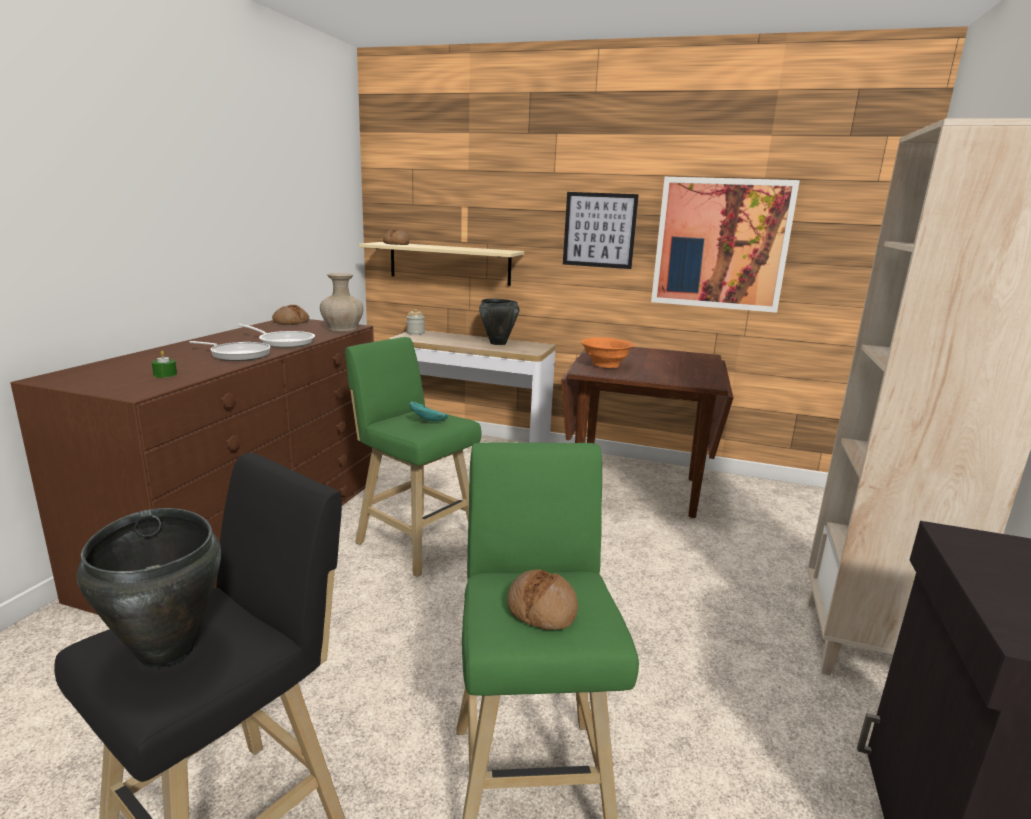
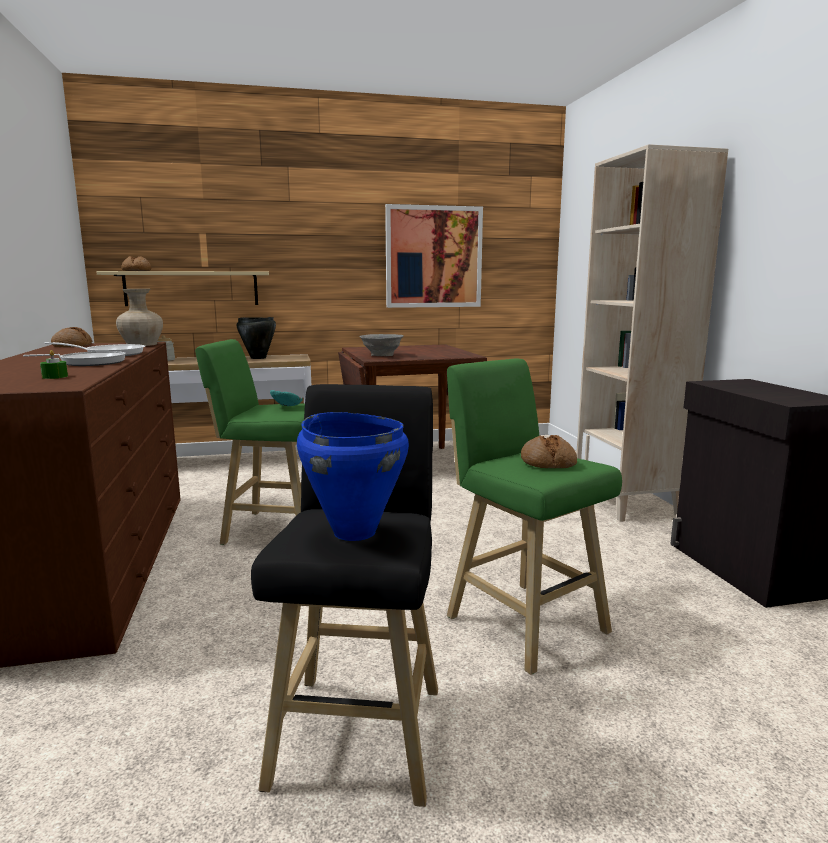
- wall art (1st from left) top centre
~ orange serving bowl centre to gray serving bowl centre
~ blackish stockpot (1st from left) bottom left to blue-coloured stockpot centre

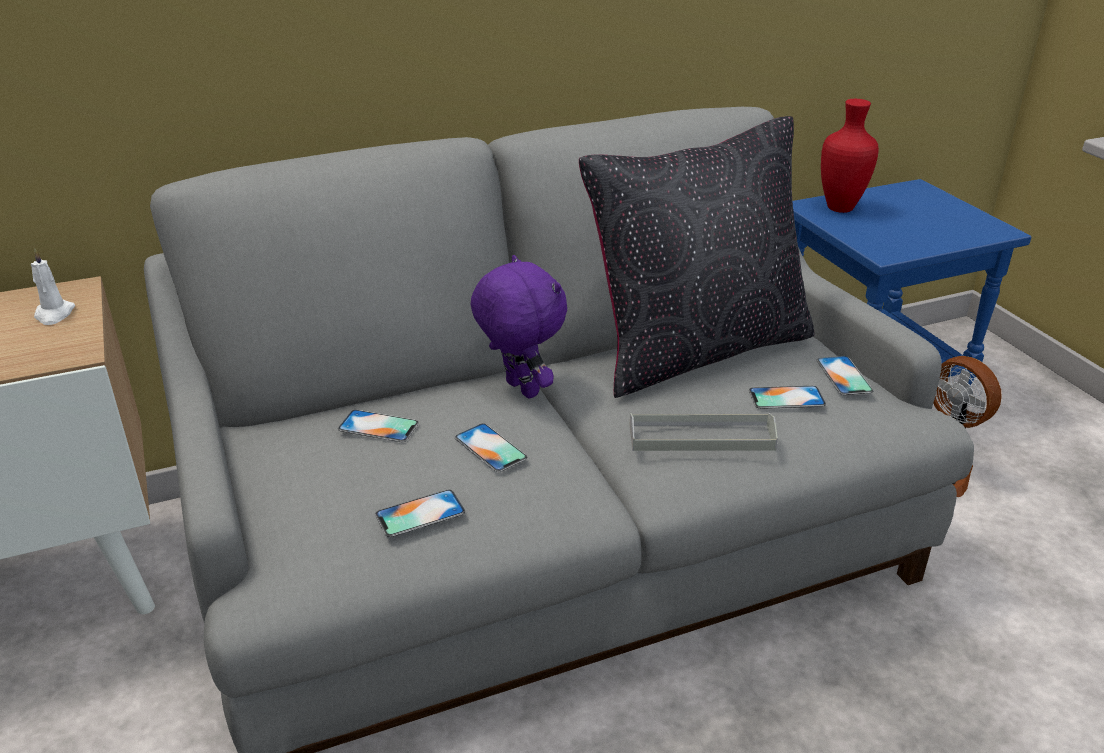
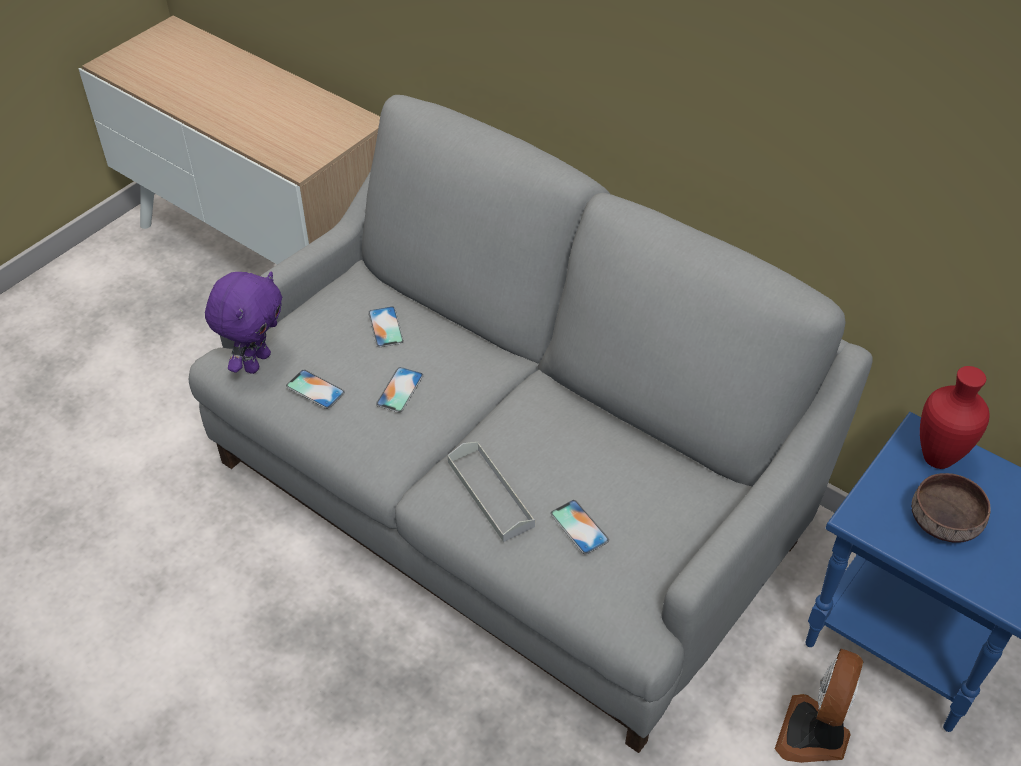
- blackish cushion centre
- white-coloured wax candle middle left
~ purple cuddly toy centre to middle left
- phone (5th from left) middle right
+ brown serving bowl middle right

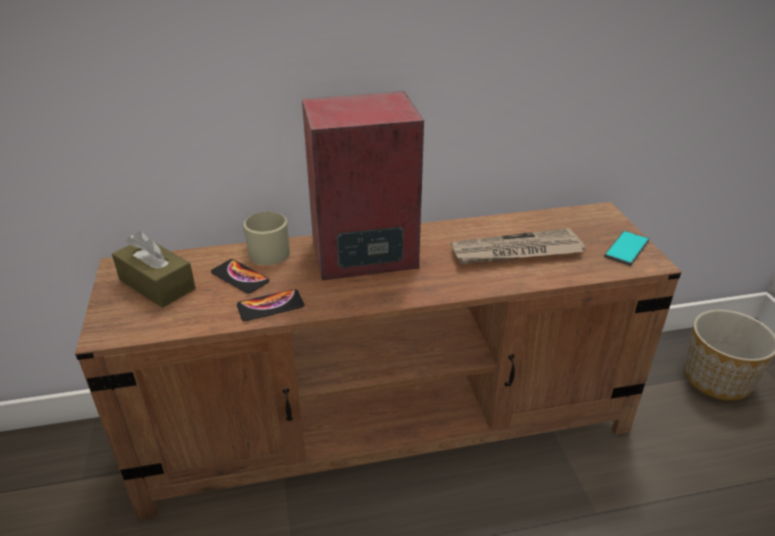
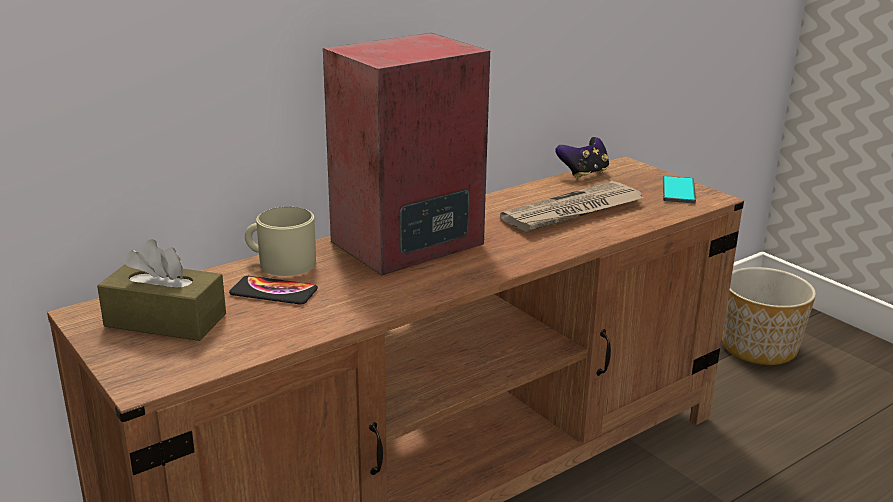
- phone (2nd from left) centre
+ joypad top centre

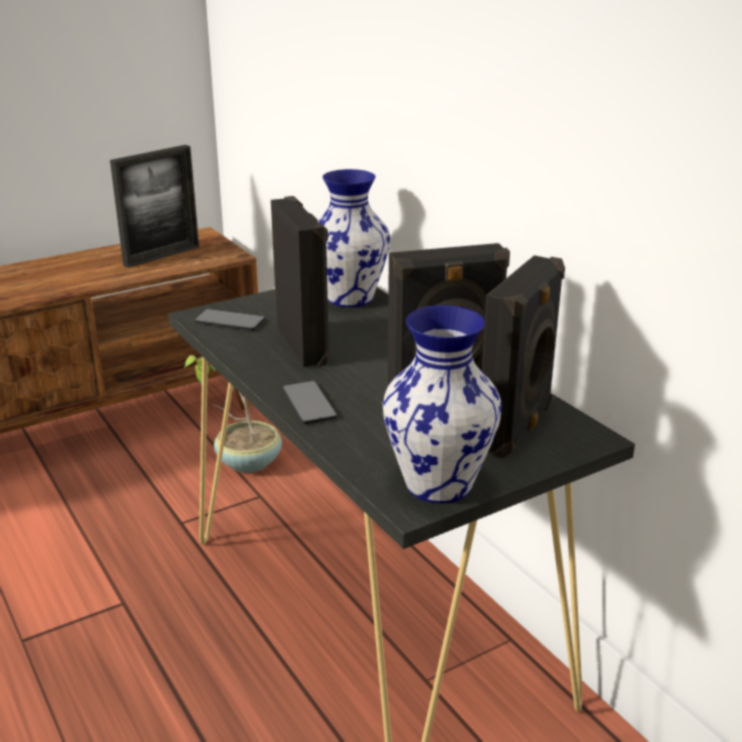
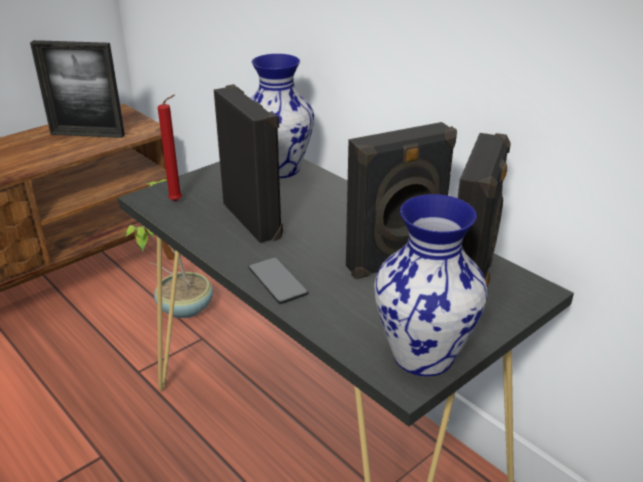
~ photo frame top left = top left 60 degrees clockwise
~ phone (1st from left) middle left to reddish wax candle top left

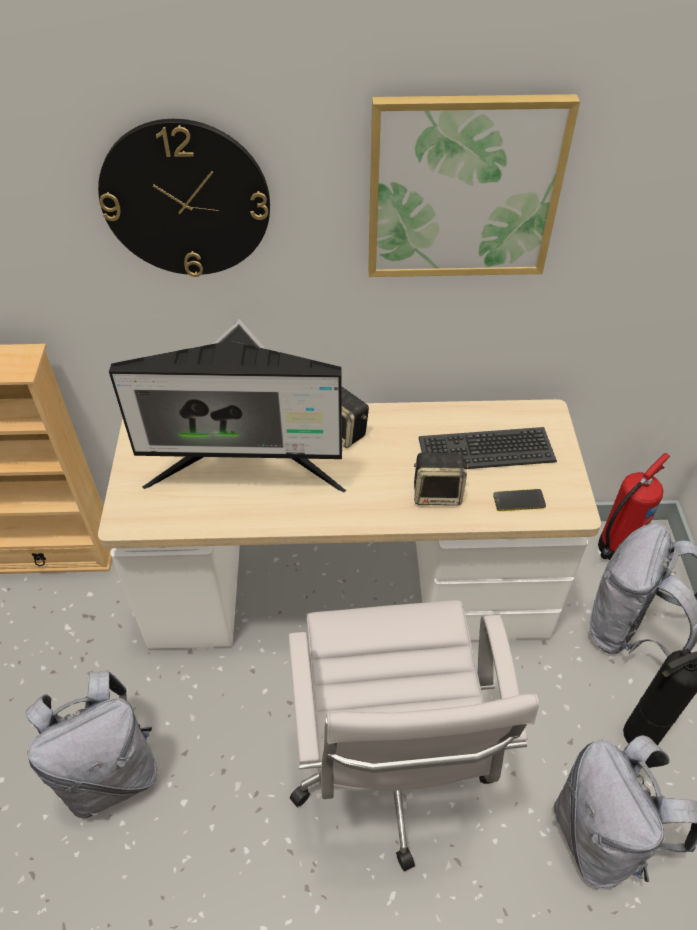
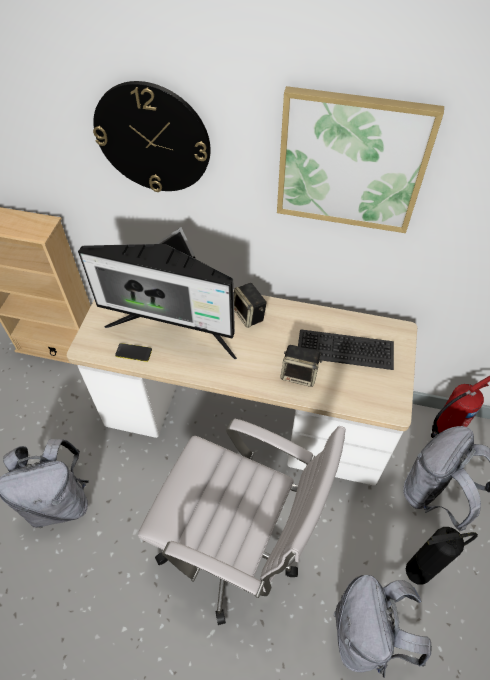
~ phone middle right to middle left
~ white-coloured desk chair bottom centre = bottom centre 75 degrees counterclockwise

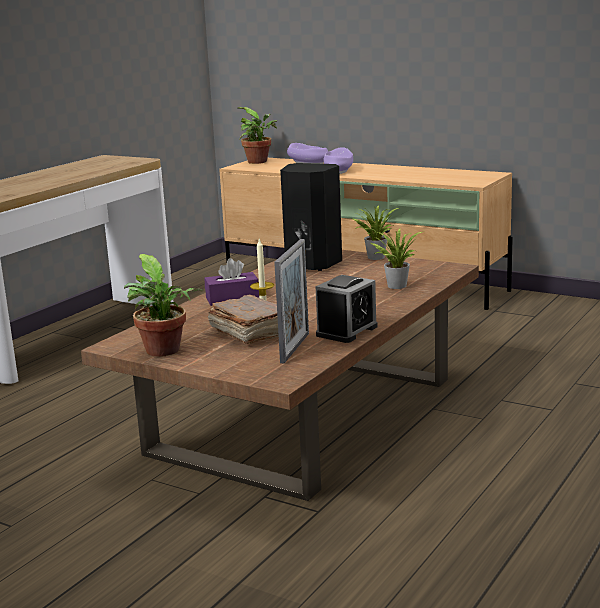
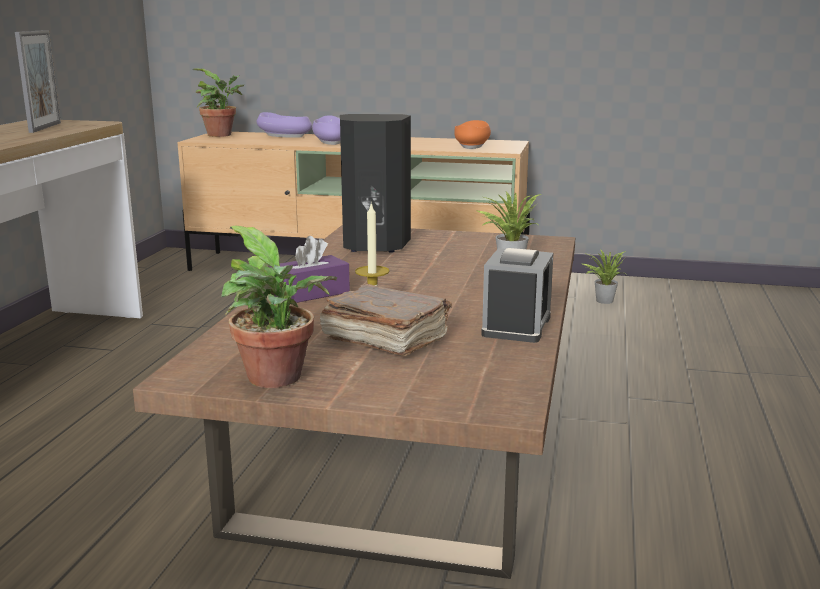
~ potted plant (3rd from left in the first image) centre to potted plant (4th from left) middle right
~ photo frame centre to top left
+ orange serving bowl top centre

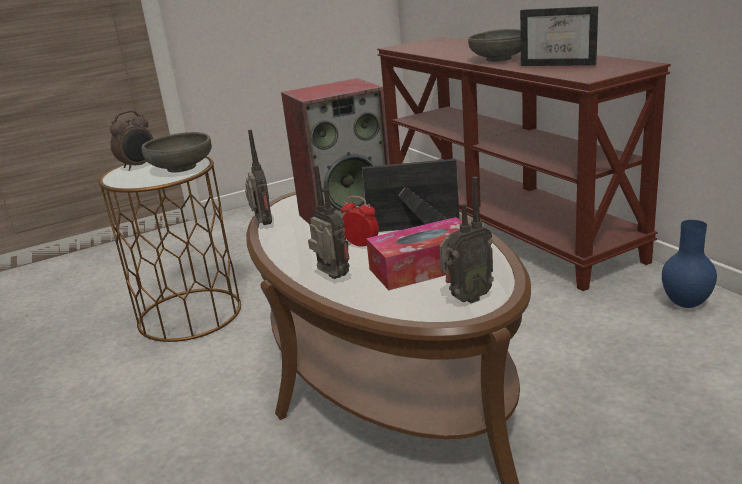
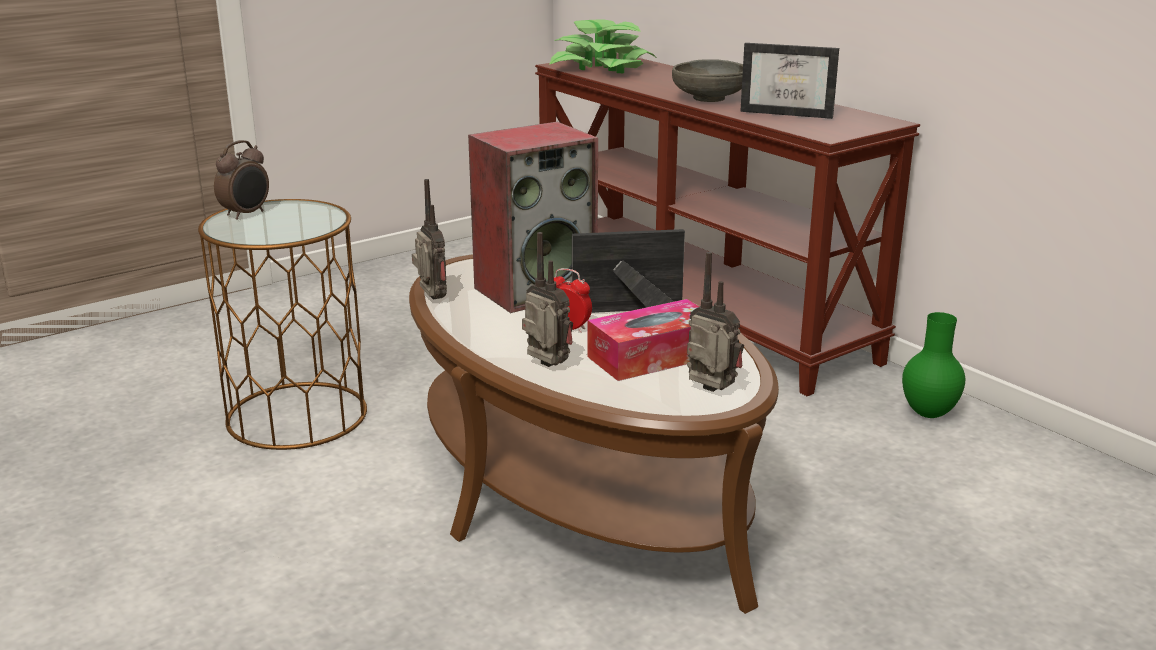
- gray serving bowl (1st from left) top left
~ radio set (3rd from left) centre = centre 105 degrees counterclockwise
~ blue-coloured flower vase middle right to green-coloured flower vase middle right
+ potted plant top centre

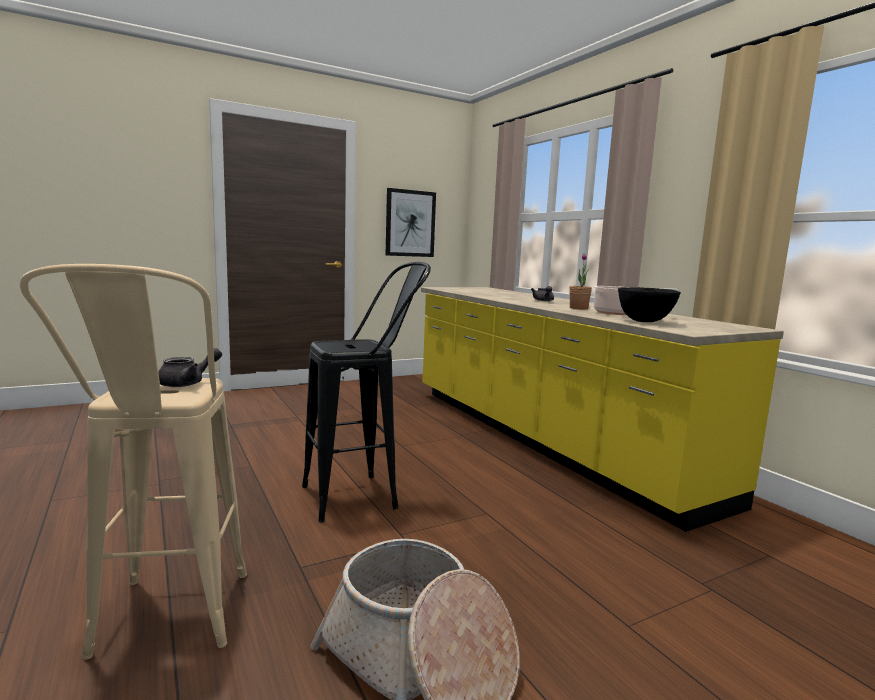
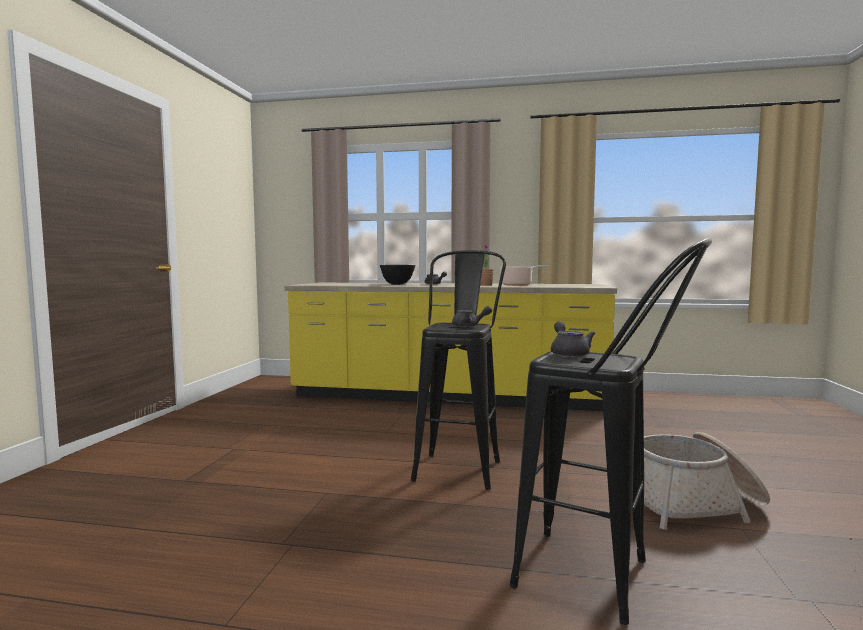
- wall art top centre
~ beige-coloured stool middle left to blackish stool (2nd from left) bottom right
~ blackish serving bowl middle right to centre
+ gray pot for tea (2nd from left) centre

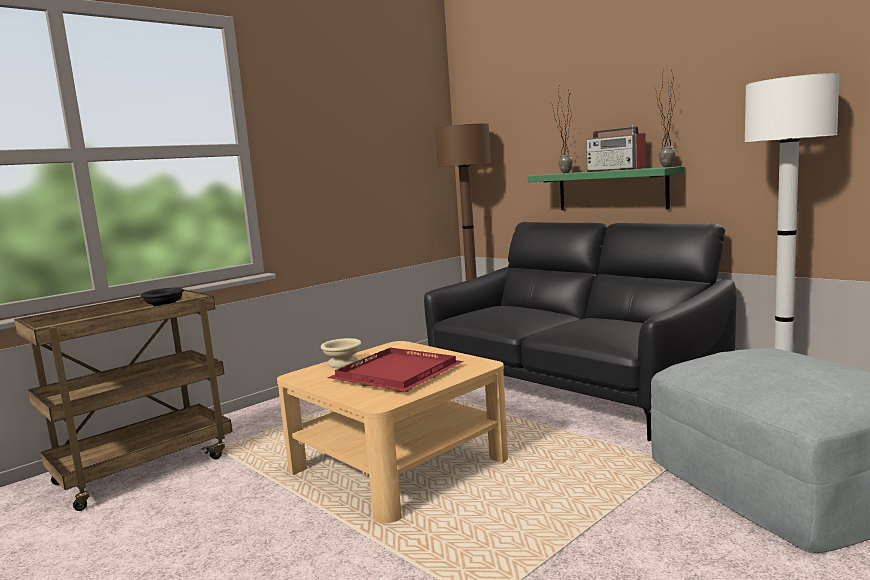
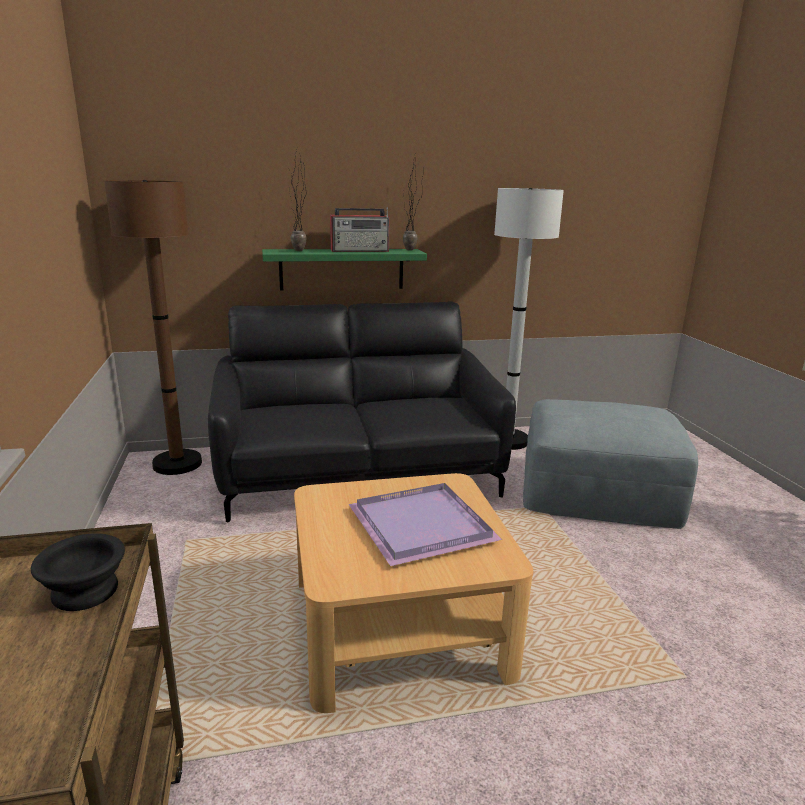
- beige-coloured serving bowl centre
~ reddish tray centre to purple tray centre

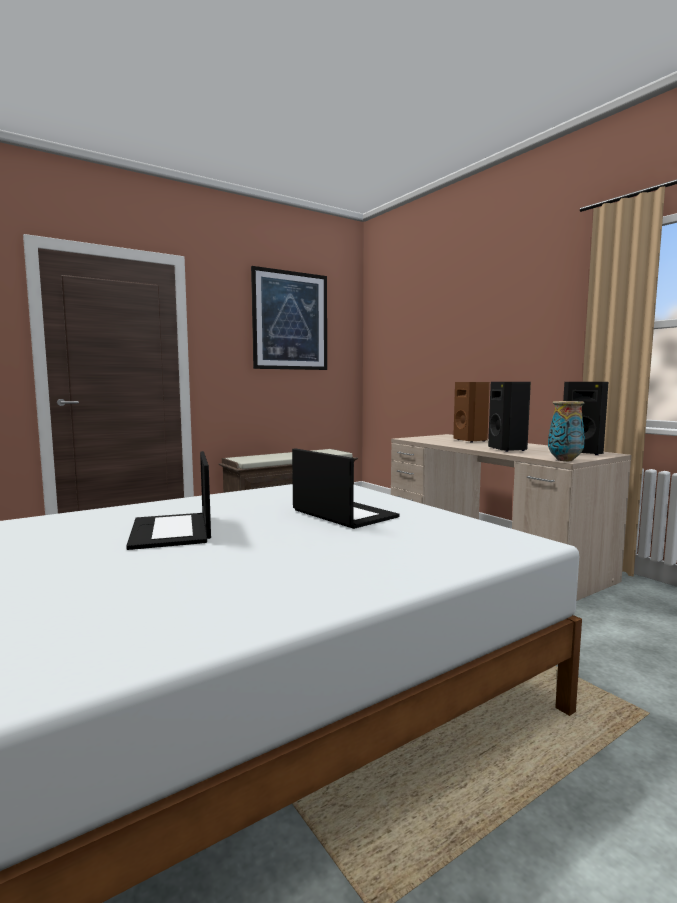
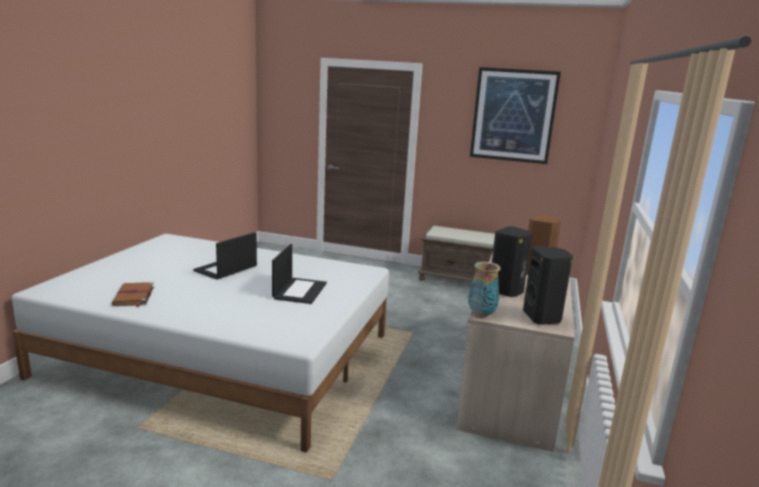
+ brown volume middle left

